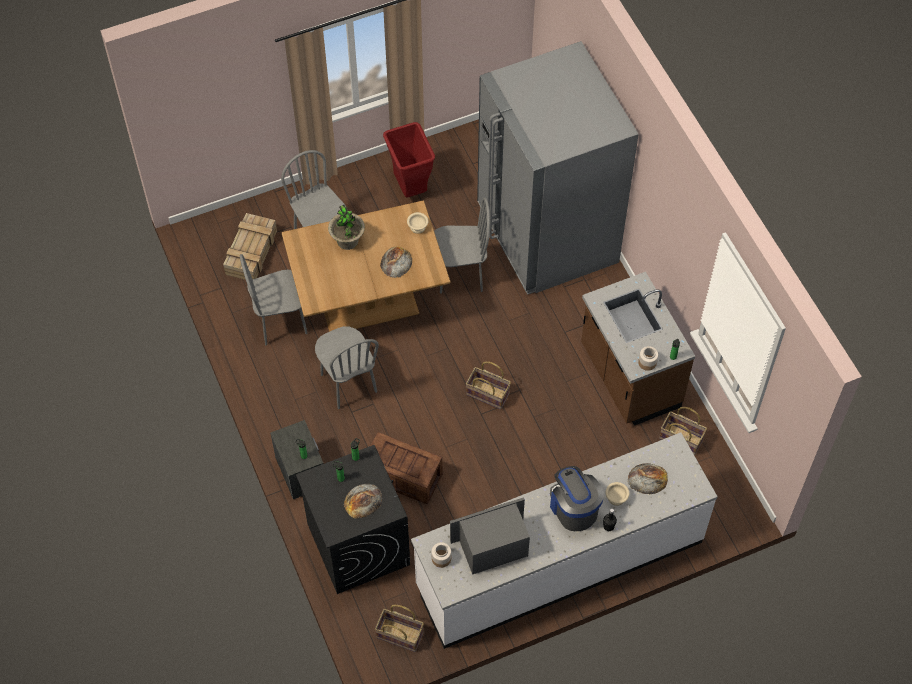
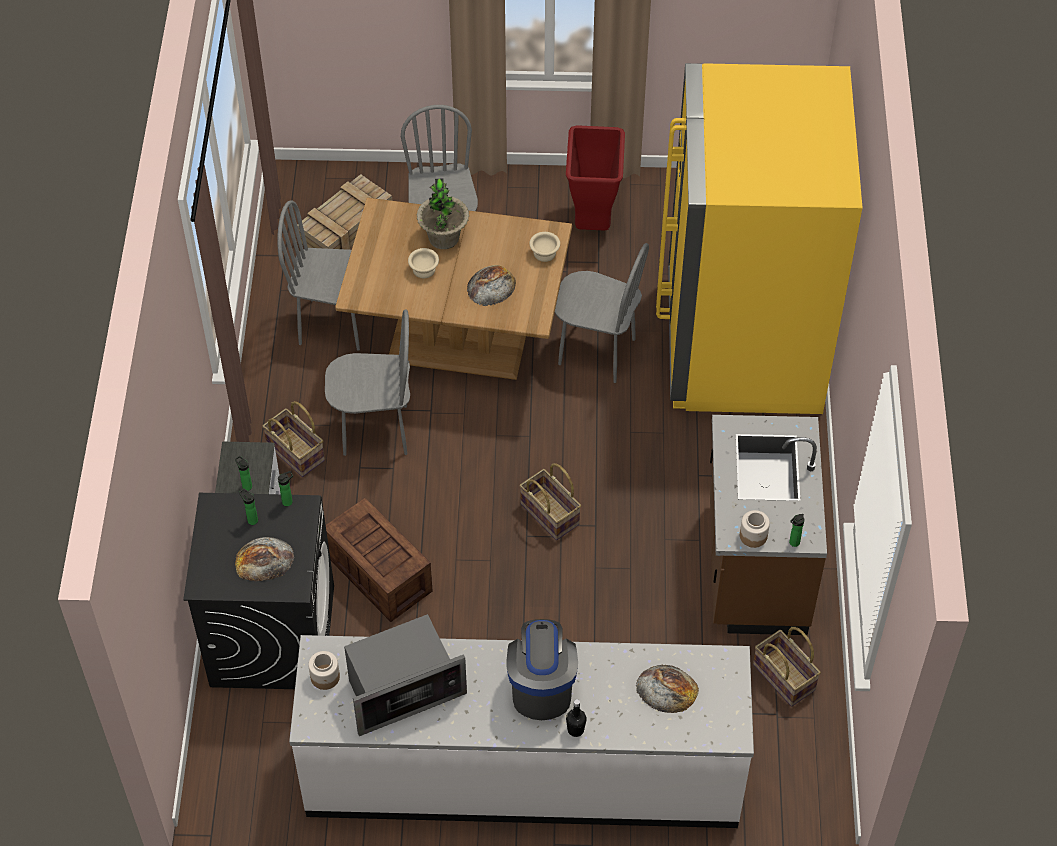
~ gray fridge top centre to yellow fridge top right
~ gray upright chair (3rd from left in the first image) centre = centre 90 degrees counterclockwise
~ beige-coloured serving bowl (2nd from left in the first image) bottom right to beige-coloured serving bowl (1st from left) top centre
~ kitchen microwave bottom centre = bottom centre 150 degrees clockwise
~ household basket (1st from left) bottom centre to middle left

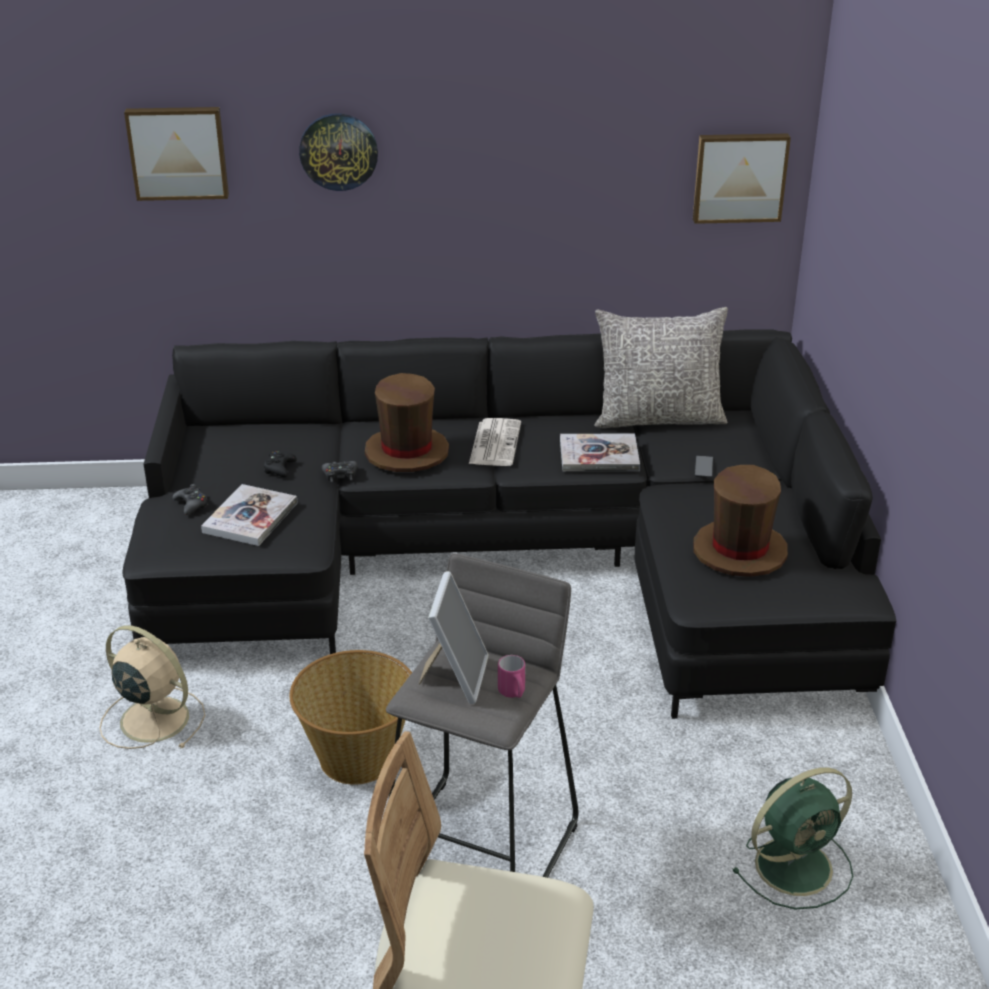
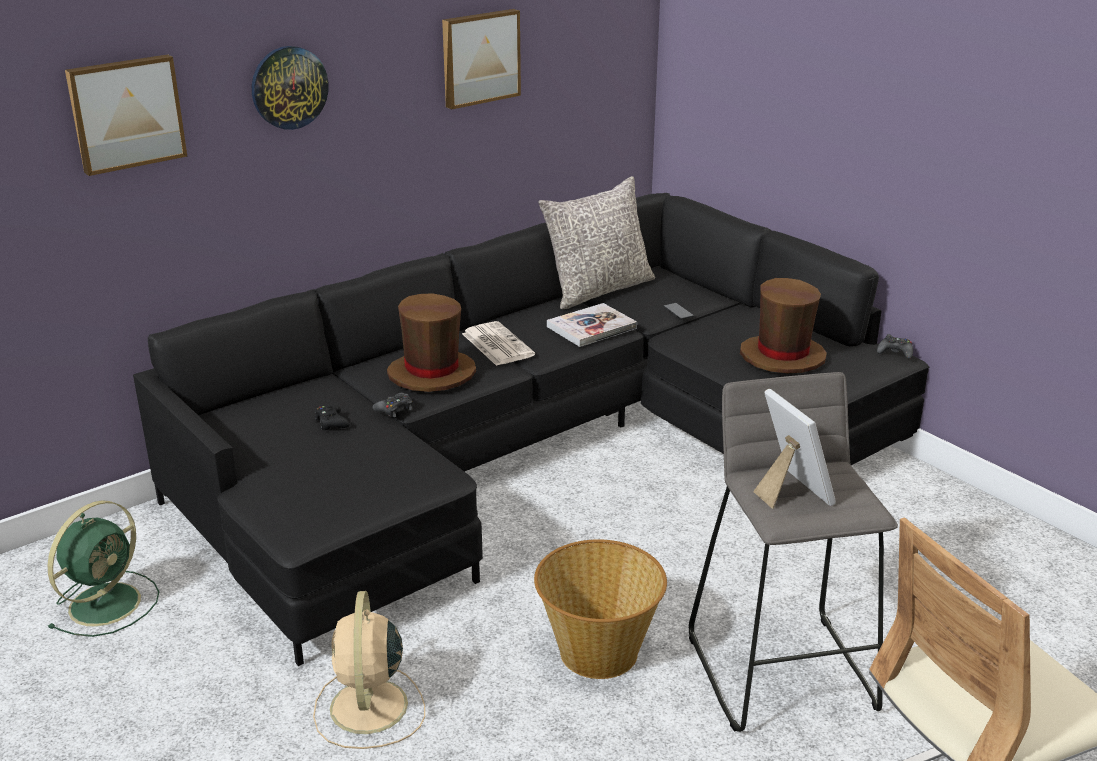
~ wall art (2nd from left) top right to top centre
~ blackish joypad (1st from left in the first image) middle left to blackish joypad (3rd from left) middle right
- volume (1st from left) middle left
~ beige-coloured fan bottom left = bottom centre 90 degrees counterclockwise
- pink-coloured tea mug bottom centre
~ green-coloured fan bottom right to bottom left

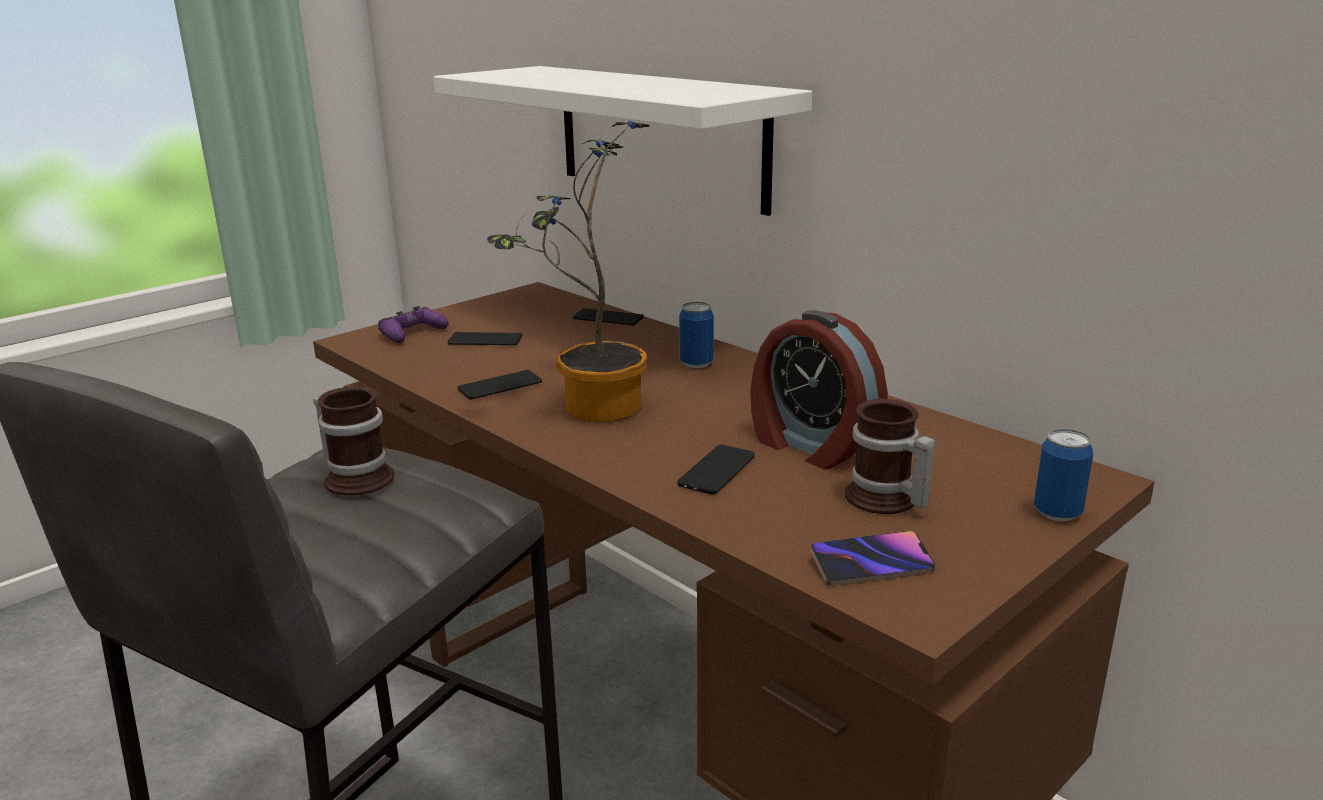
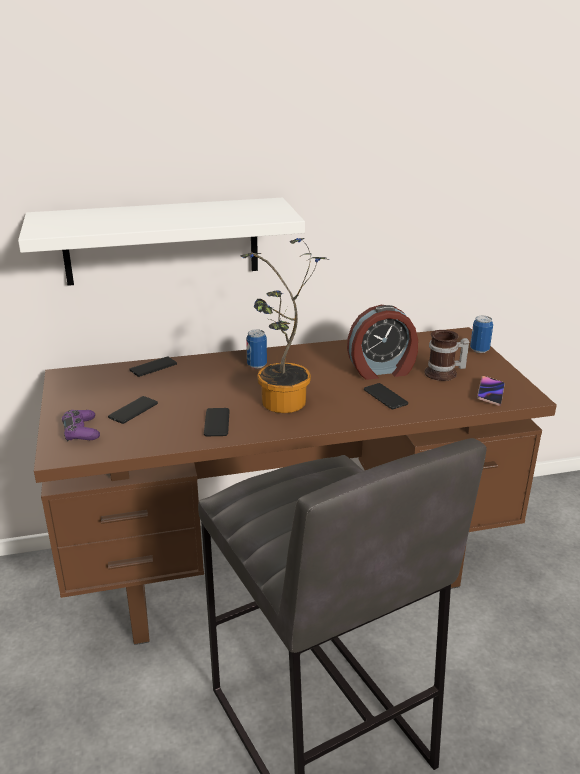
- tea mug (1st from left) middle left

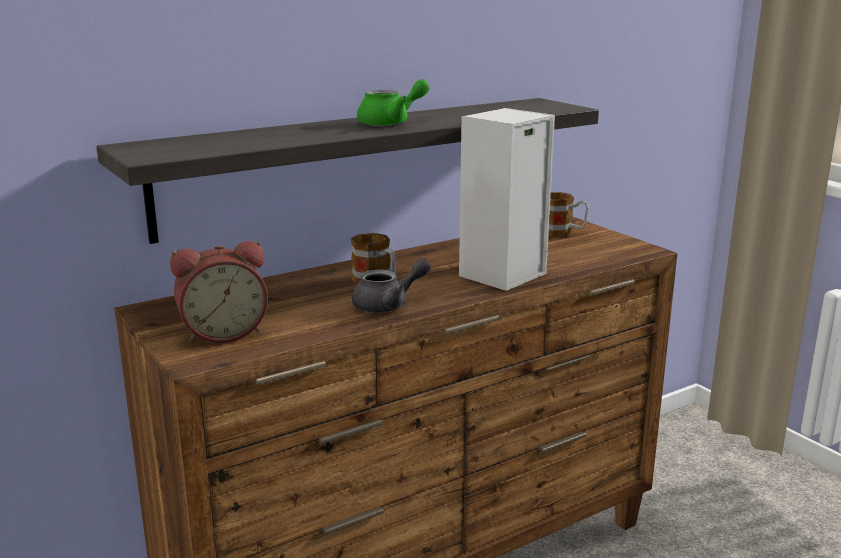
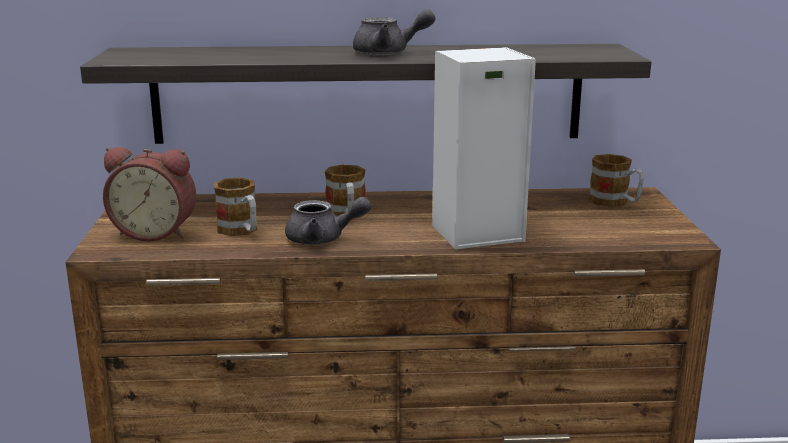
~ green-coloured pot for tea top centre to gray pot for tea (2nd from left) top centre
+ tea mug (1st from left) middle left

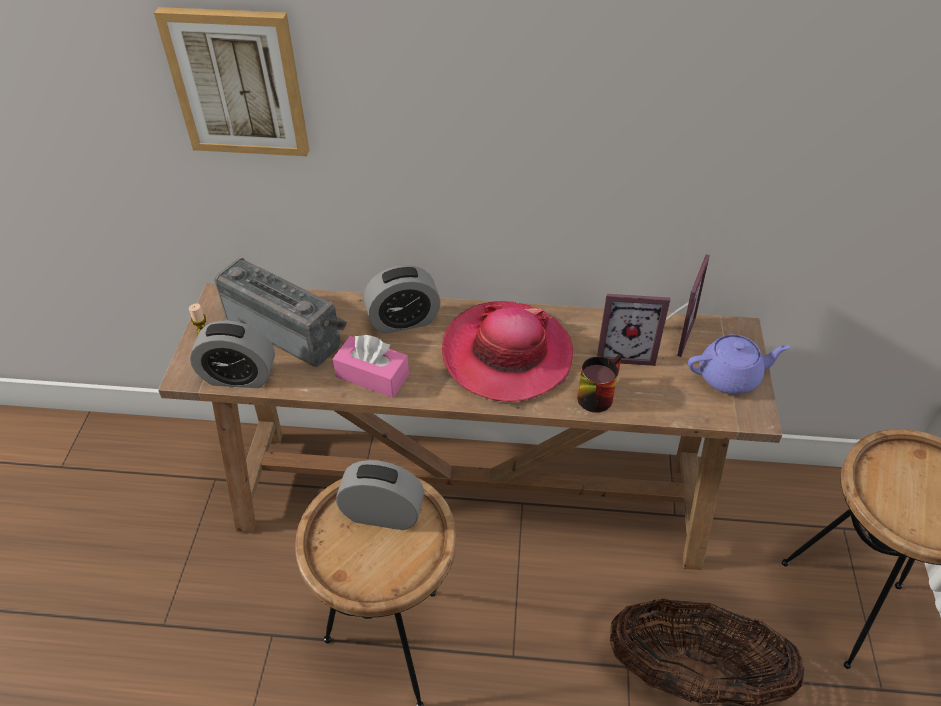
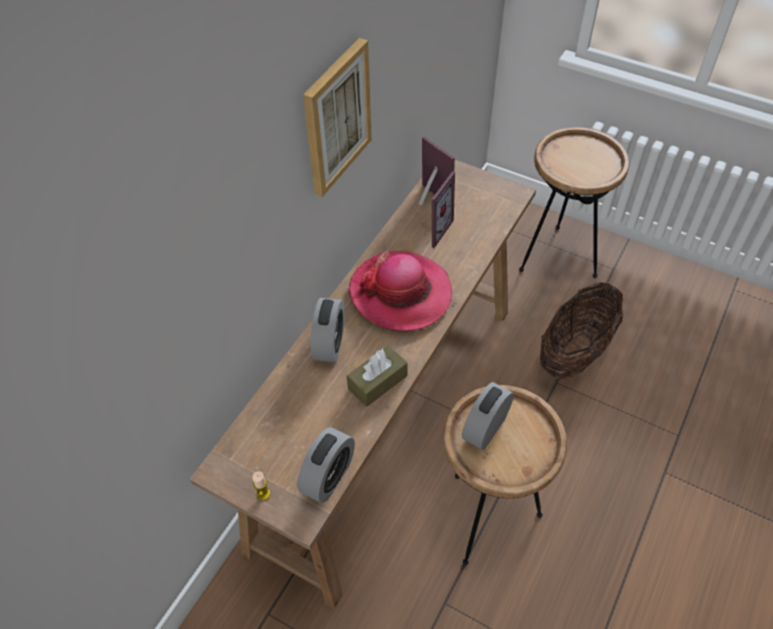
~ wall art top left to top centre
- radio set middle left
- purple pot for tea middle right
~ pink-coloured box of tissues centre to brown box of tissues centre
- tea mug centre

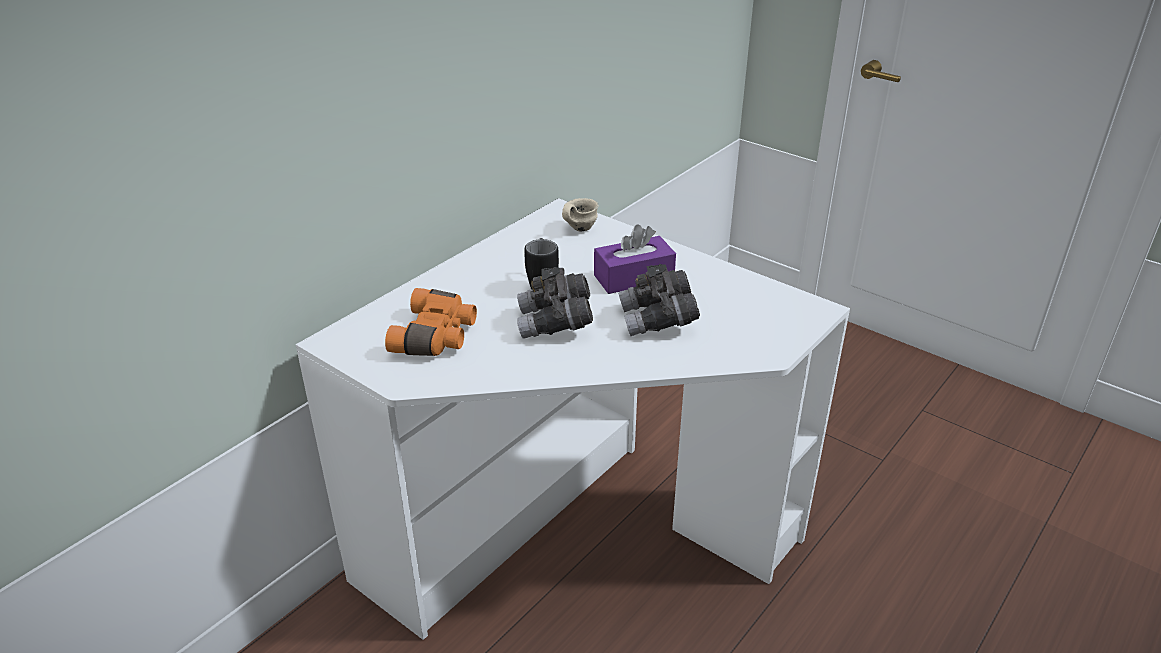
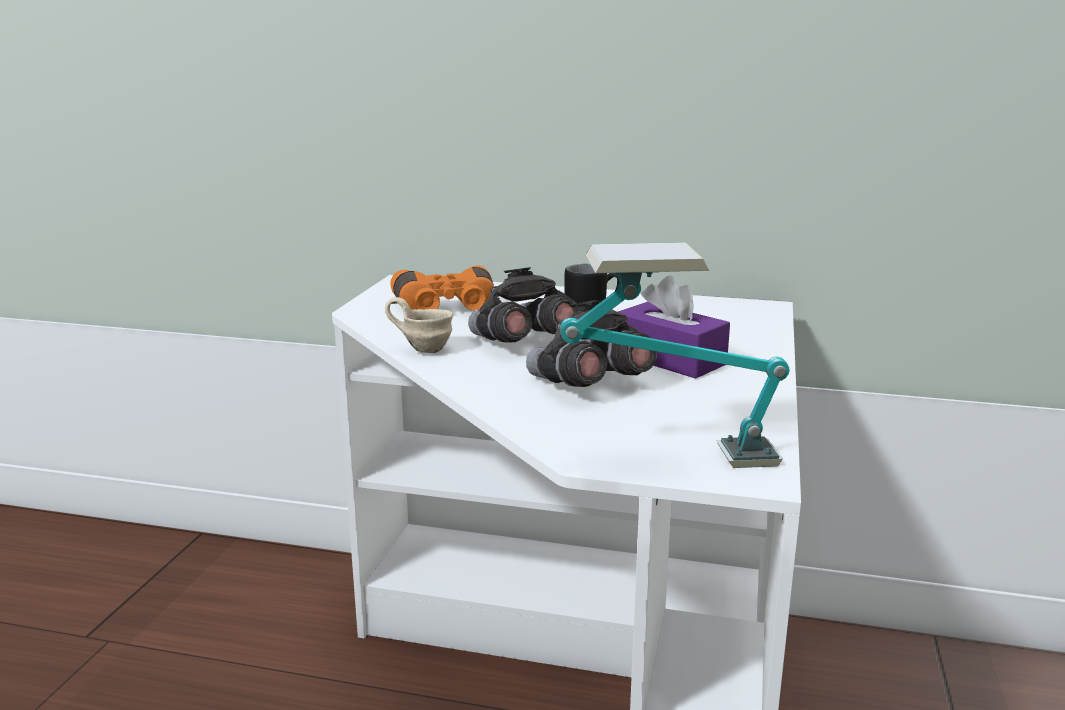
~ beige-coloured tea mug top centre to centre
+ tabletop lamp centre

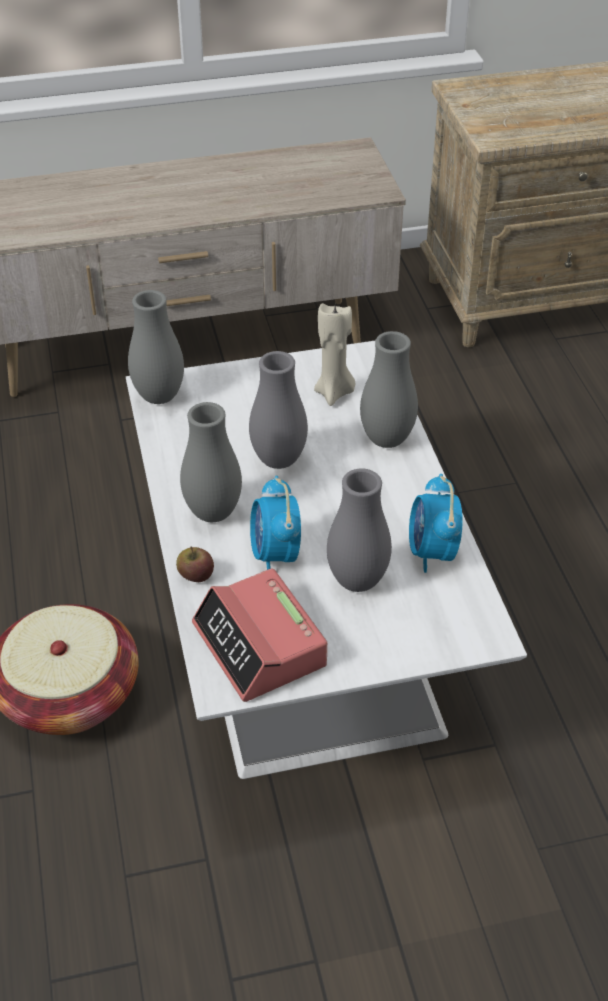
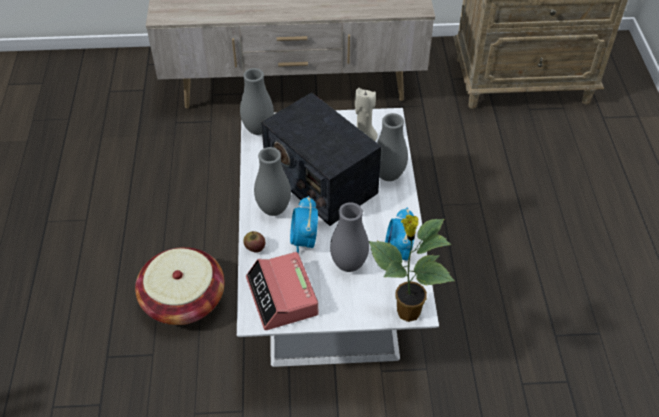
~ gray flower vase (3rd from left) centre to radio set centre
+ potted plant centre

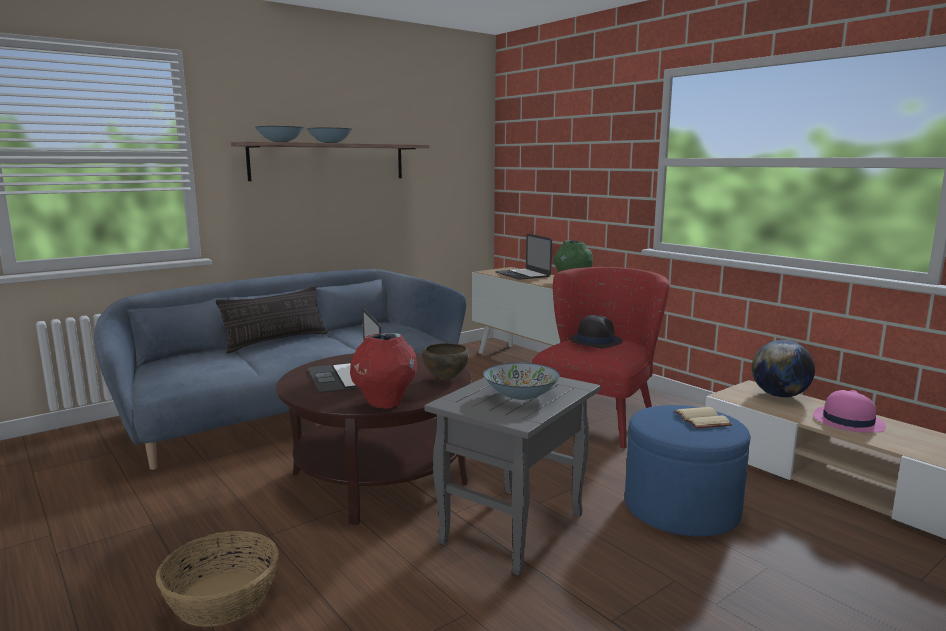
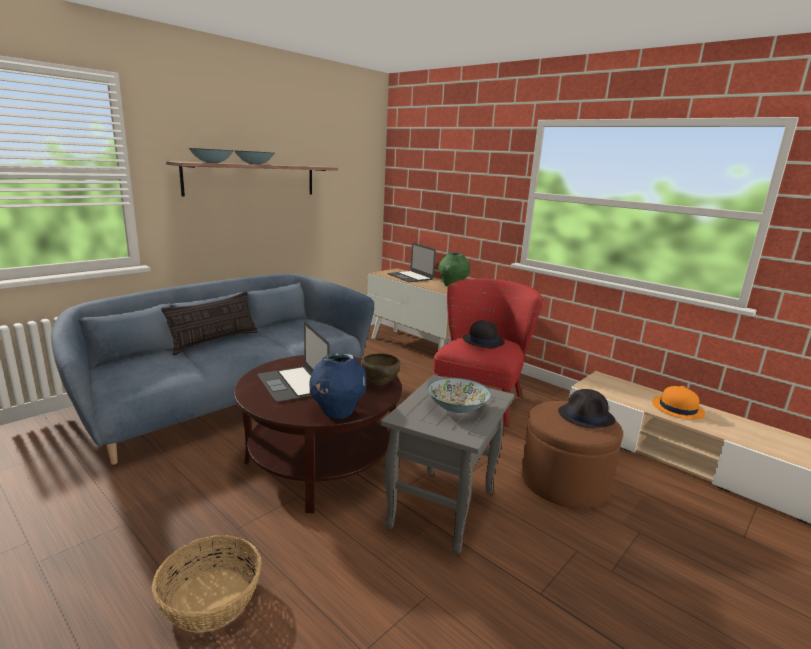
~ reddish flower vase centre to blue-coloured flower vase centre
- world globe middle right
~ pink-coloured wearable hat middle right to orange wearable hat middle right
~ blue-coloured footrest bottom right to brown footrest bottom right
~ beige-coloured volume middle right to blackish wearable hat (2nd from left) middle right

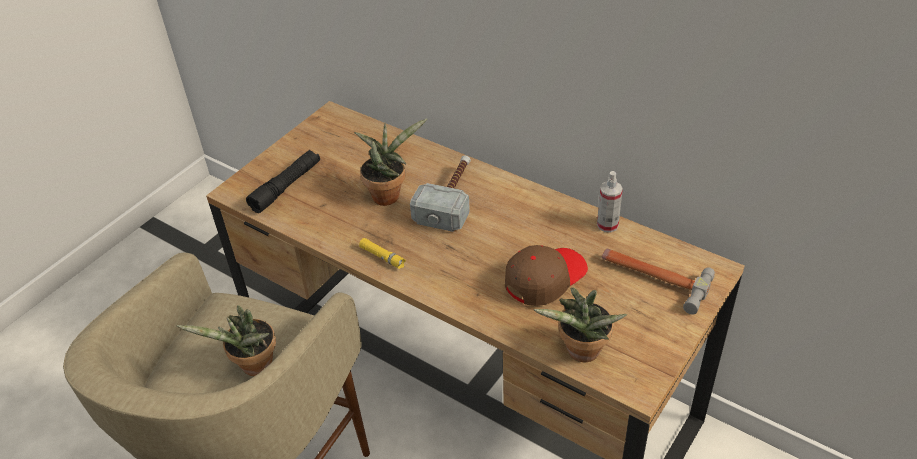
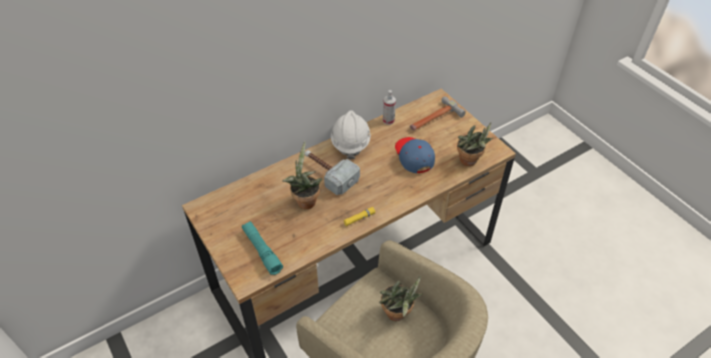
~ blackish torch middle left to blue-green torch bottom centre
~ brown peaked cap centre to blue-coloured peaked cap centre
+ white-coloured hard hat centre

